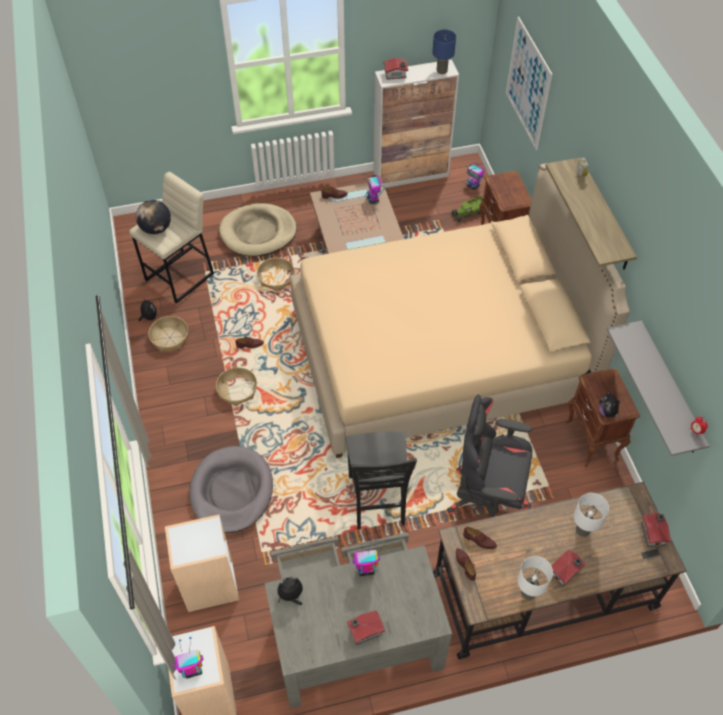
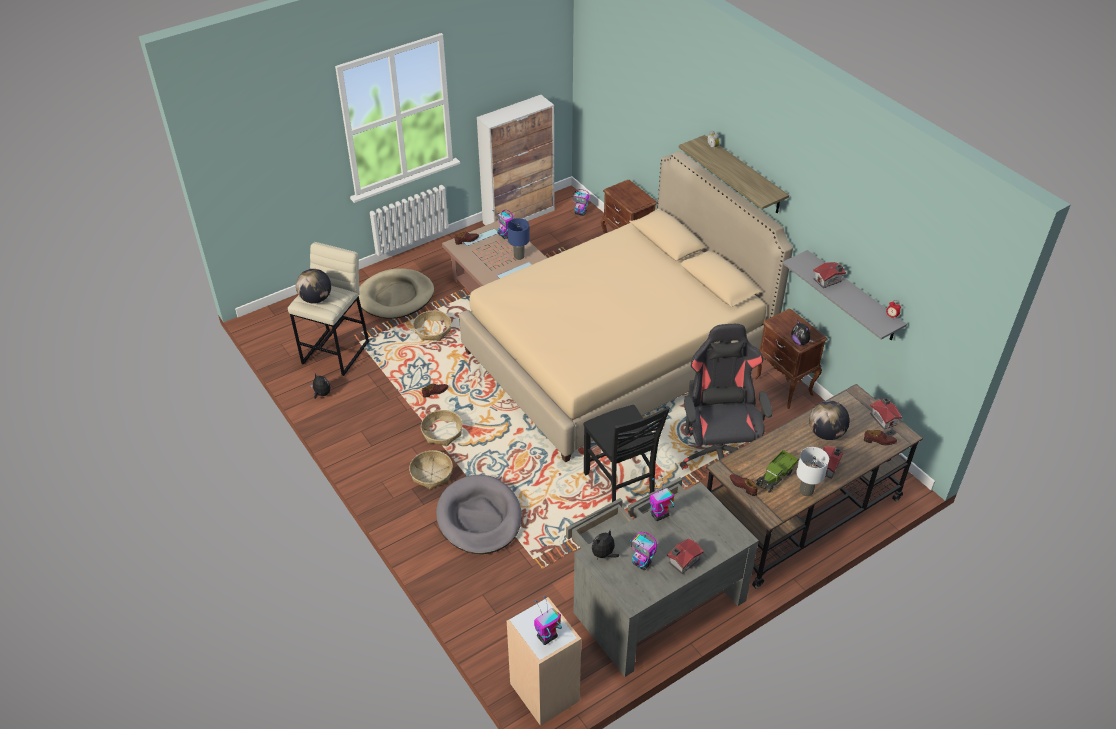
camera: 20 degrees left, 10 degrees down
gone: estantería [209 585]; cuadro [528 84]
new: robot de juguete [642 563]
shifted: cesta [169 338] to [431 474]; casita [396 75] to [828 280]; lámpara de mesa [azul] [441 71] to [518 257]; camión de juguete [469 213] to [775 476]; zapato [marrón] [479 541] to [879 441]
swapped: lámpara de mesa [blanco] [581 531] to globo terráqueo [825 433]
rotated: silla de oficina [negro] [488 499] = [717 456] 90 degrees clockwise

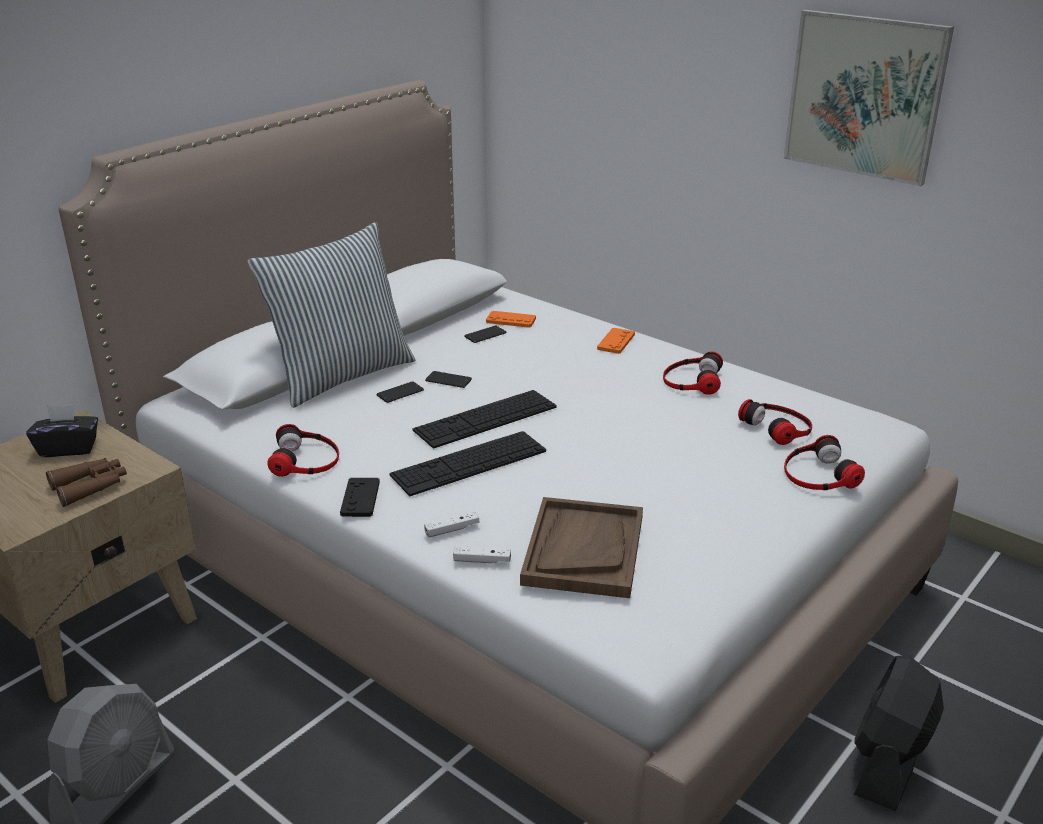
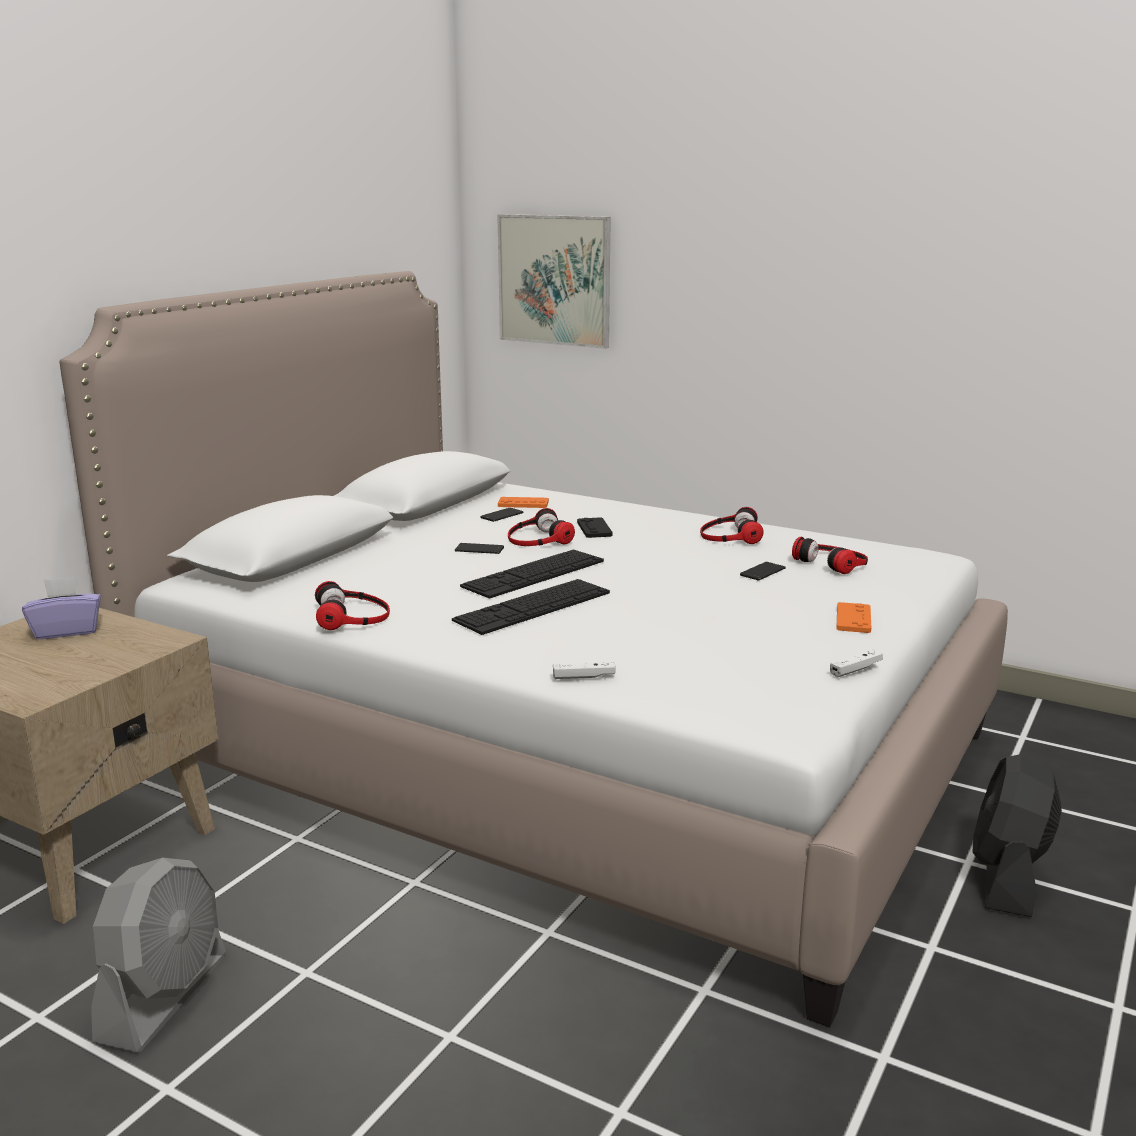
camera: 10 degrees left, 10 degrees down
gone: prismáticos [marrón] [91 486]; cojín [341 375]; bandeja [marrón] [583 549]
shifted: mando de consola [negro] [360 498] to [594 529]; móvil [400 393] to [762 572]; mando de consola [blanco] [452 529] to [855 669]; mando de consola [naranja] [616 342] to [853 619]; cuadro [864 96] to [554 280]; auriculares [818 474] to [537 538]
repainted: caja de pañuelos [negro] [68 448] to caja de pañuelos [morado] [67 630]

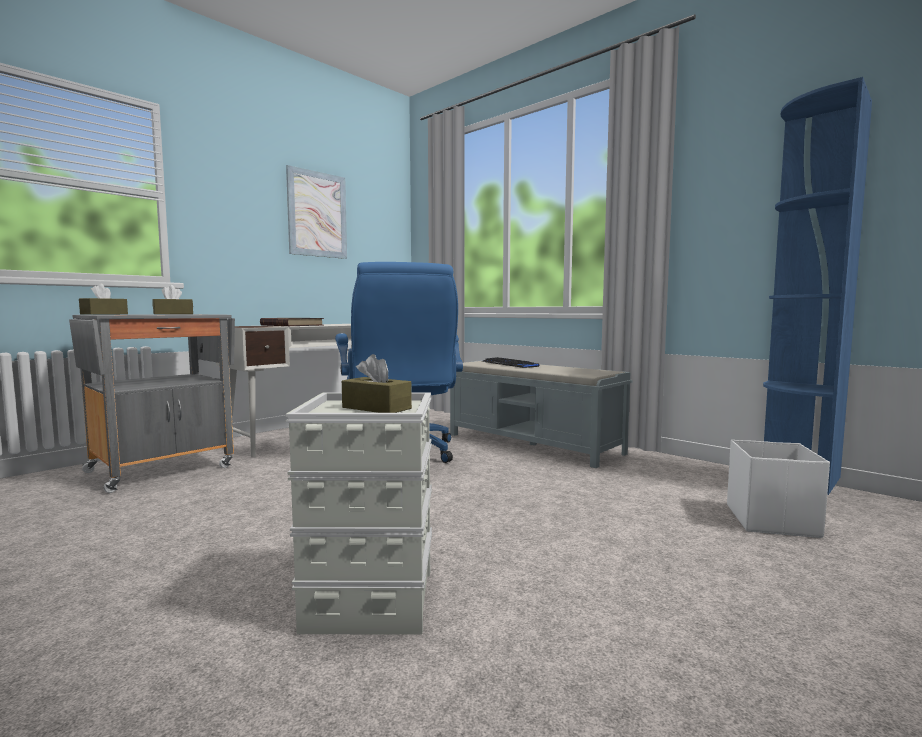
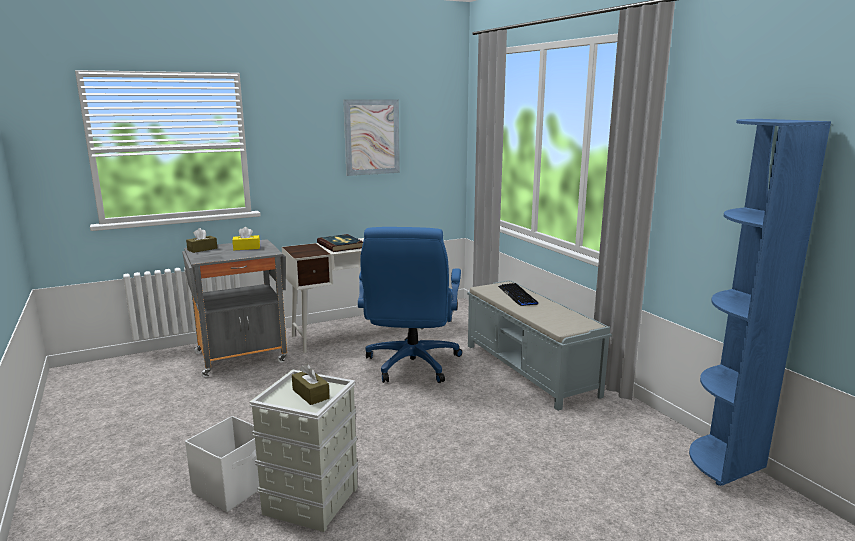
camera: 20 degrees right, 10 degrees up
shifted: caja de almacenaje [blanco] [771 520] to [233 487]
repainted: caja de pañuelos [marrón] [173 314] to caja de pañuelos [amarillo] [246 248]

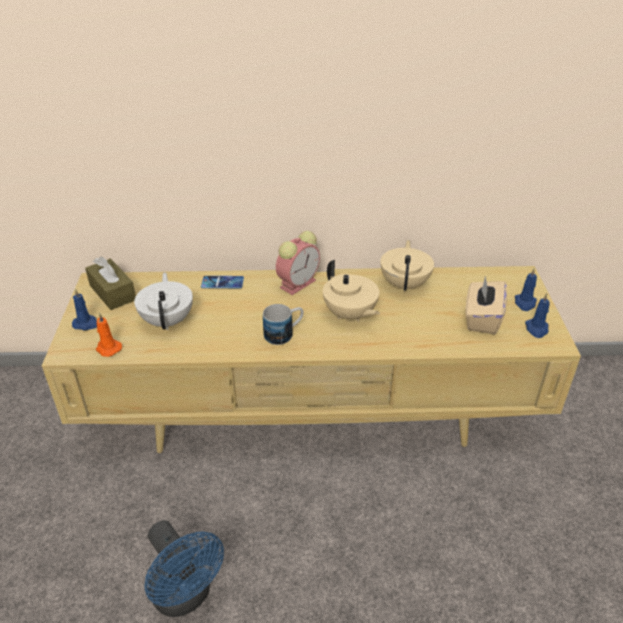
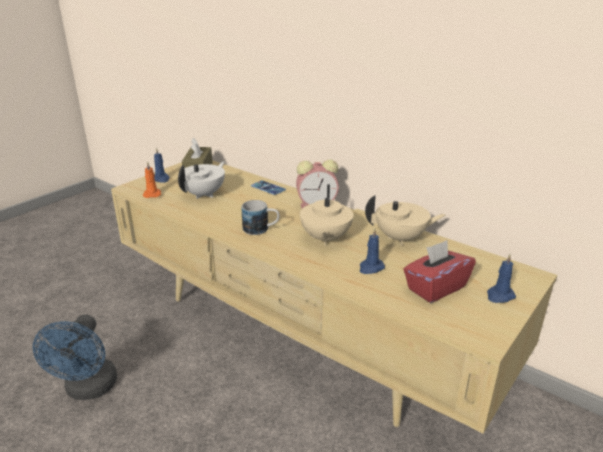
camera: 40 degrees right, 10 degrees down
shifted: vela [azul] [536 329] to [370 268]
repainted: caja de pañuelos [beis] [482 319] to caja de pañuelos [rojo] [435 288]
rotated: tetera [beis] [405 284] = [401 238] 45 degrees clockwise

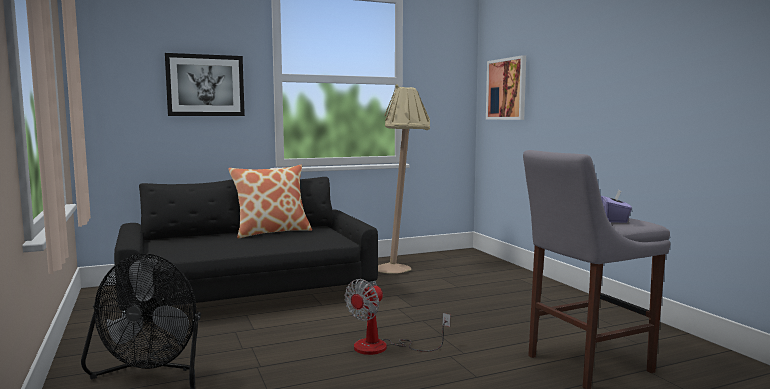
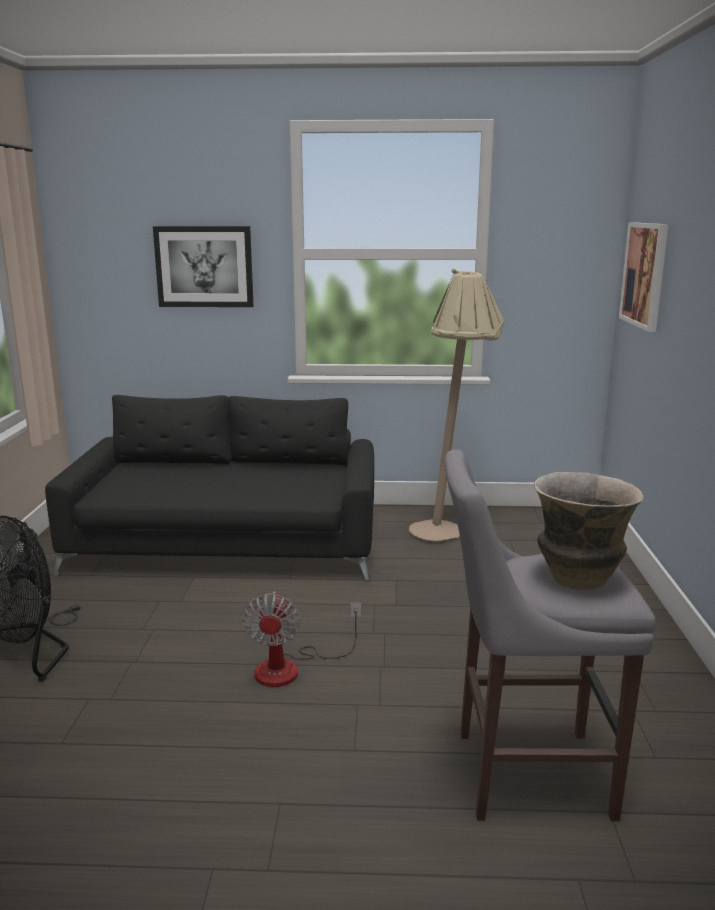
camera: 25 degrees right, 10 degrees up
gone: cojín [272 232]
swapped: caja de pañuelos [morado] [614 220] to florero [578 579]
rotated: ventilador [383 347] = [291 668] 60 degrees counterclockwise

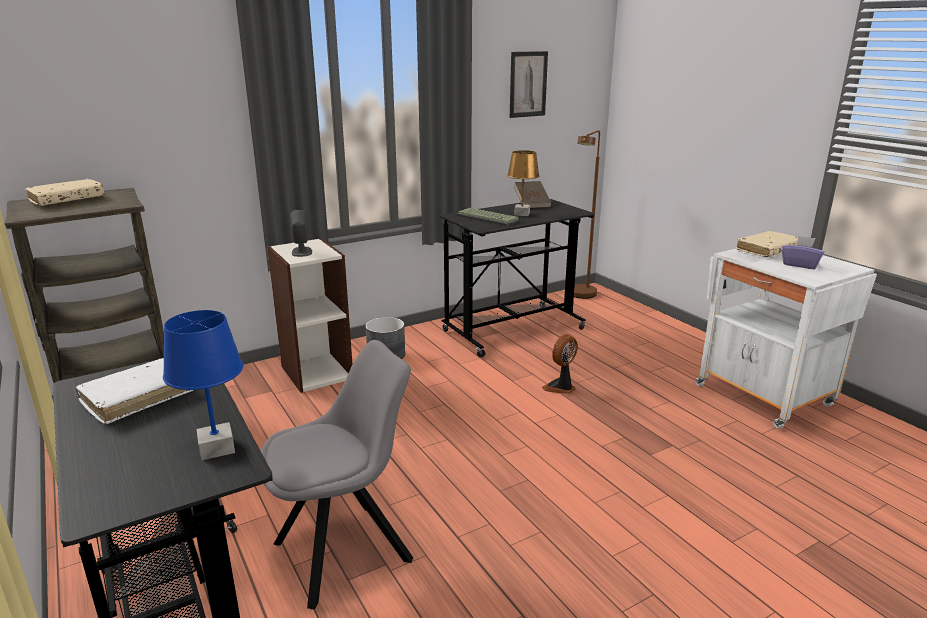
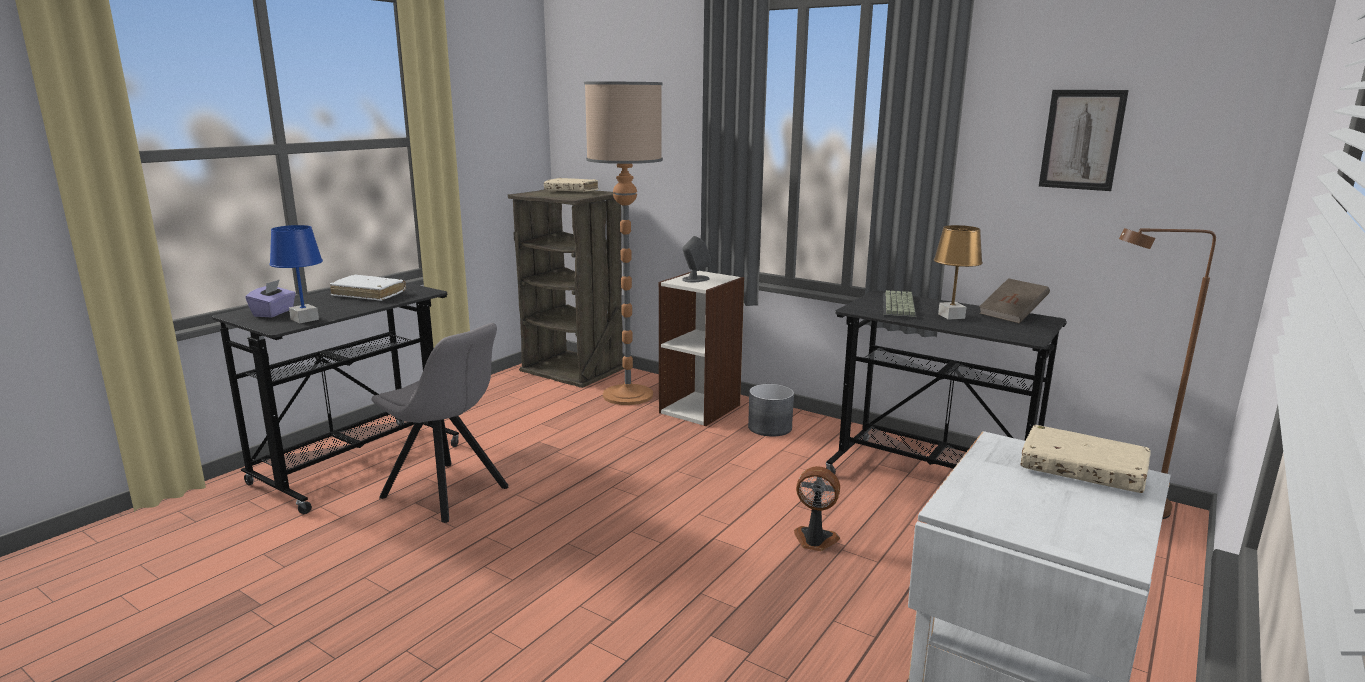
camera: 65 degrees right, 5 degrees down
new: lámpara de pie [628 395]
shifted: caja de pañuelos [morado] [800 265] to [274 313]

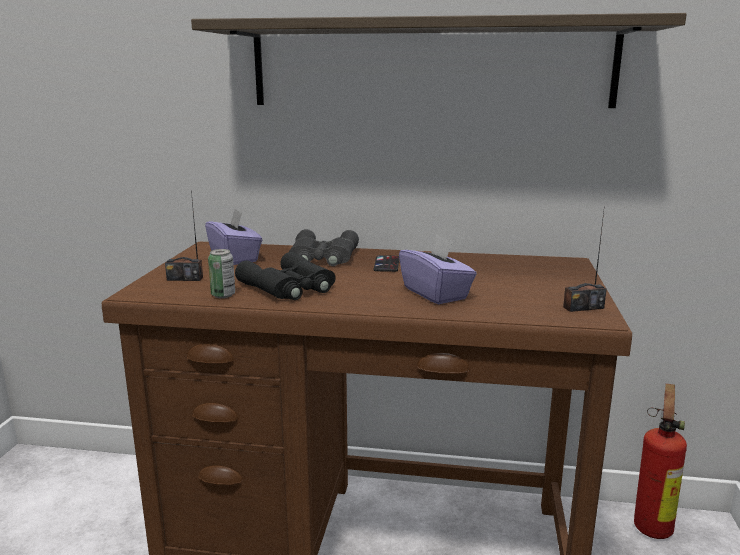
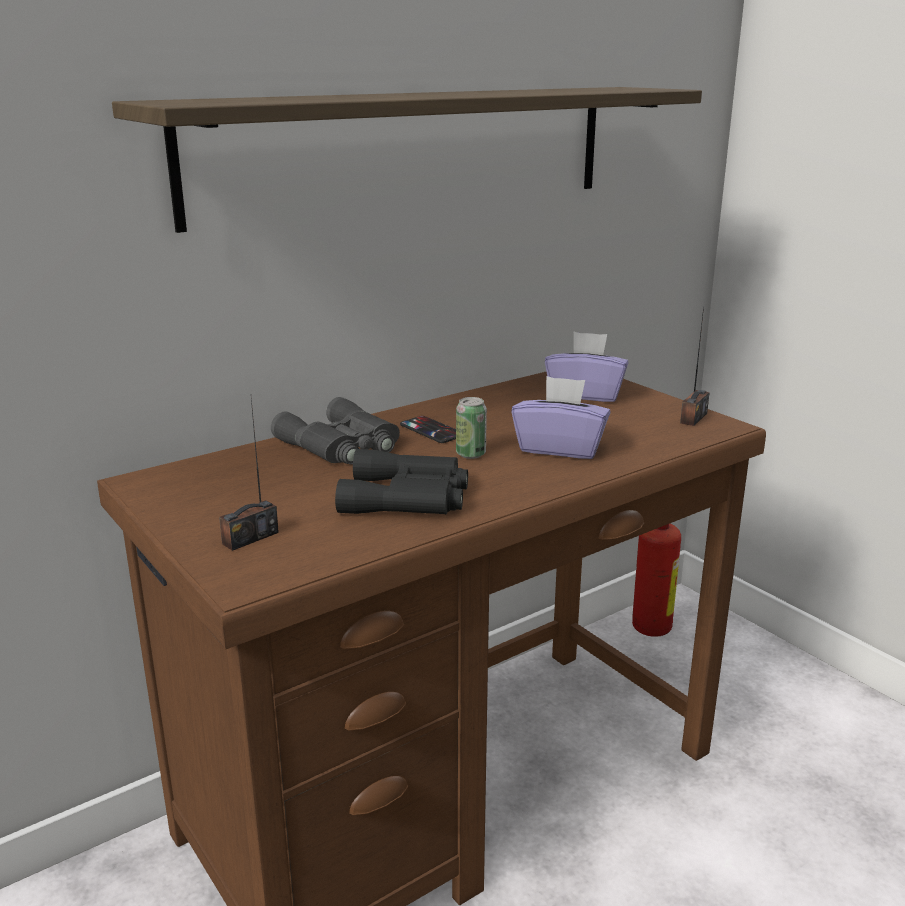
camera: 45 degrees left, 5 degrees up
shifted: caja de pañuelos [morado] [235 258] to [585 394]; lata [223 295] to [471 454]

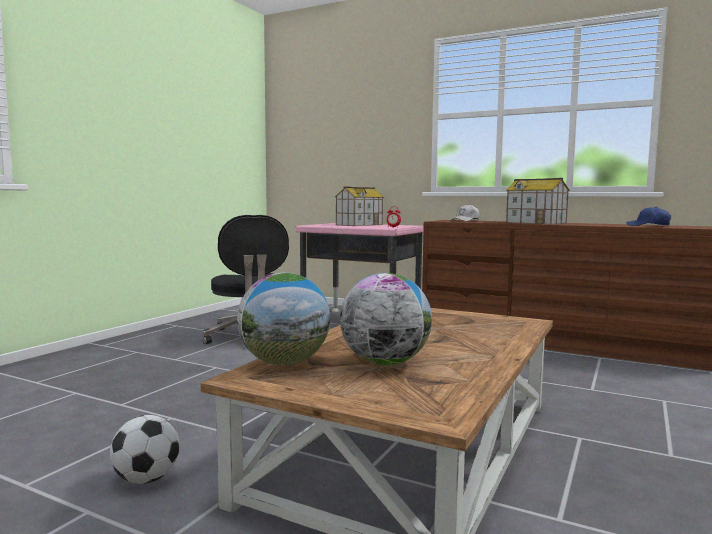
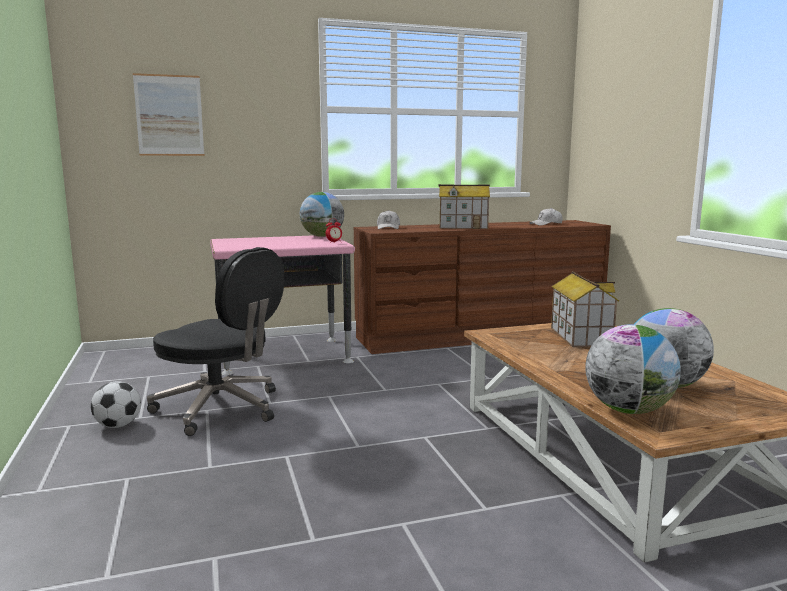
camera: 45 degrees left, 5 degrees up
new: cuadro [169 115]; globo terráqueo [322 236]
shifted: balón de fútbol [146 479] to [118 426]; casita [359 225] to [580 336]
repainted: gorra [azul] [648 226] to gorra [blanco] [546 224]

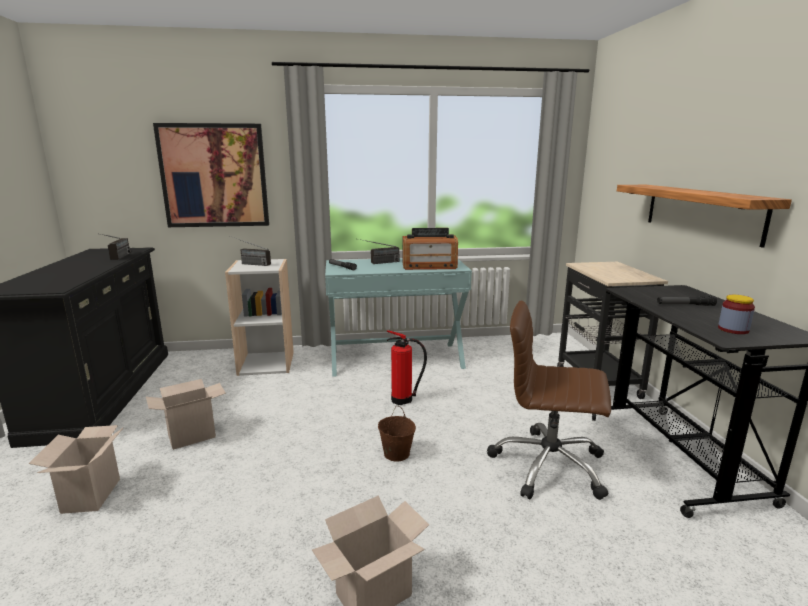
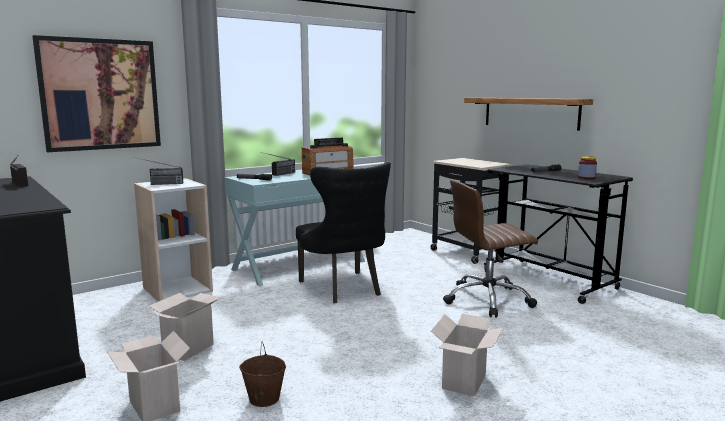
camera: 30 degrees left, 5 degrees down
shifted: cubo [marrón] [396 453] to [263 399]
swapped: extintor [404 400] to silla [negro] [344 288]

